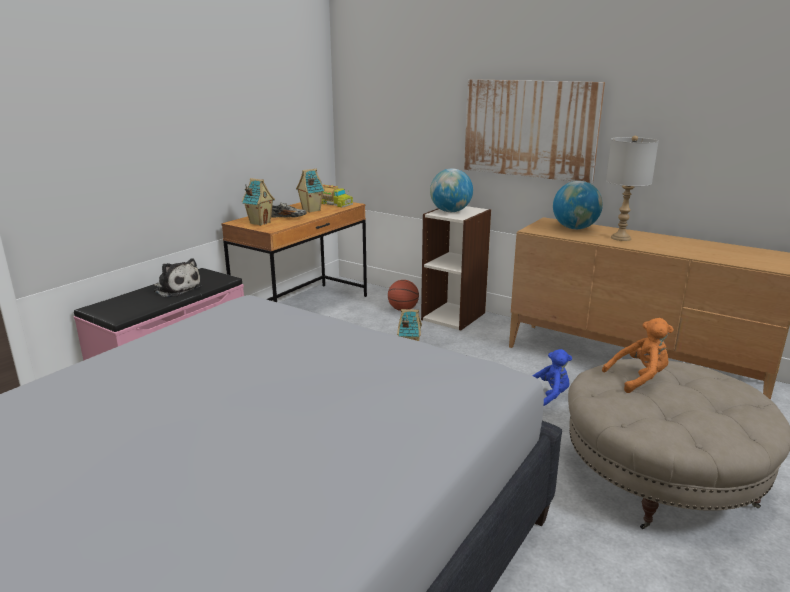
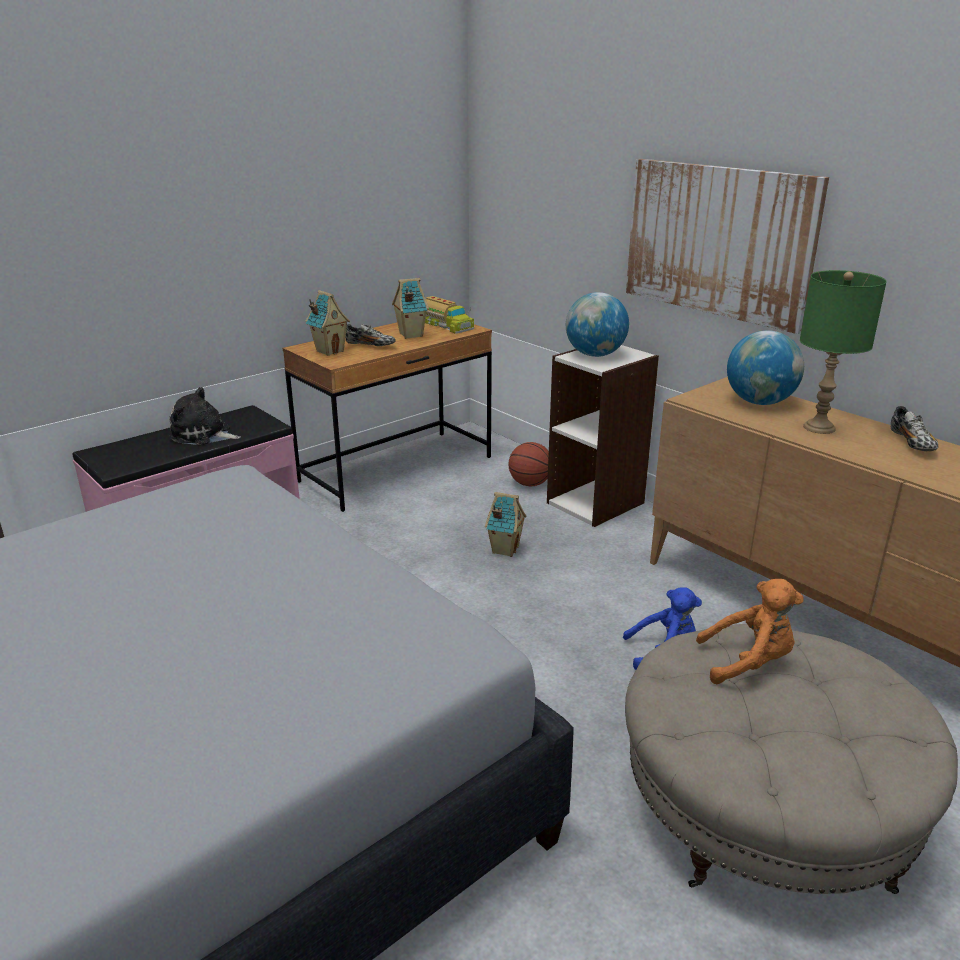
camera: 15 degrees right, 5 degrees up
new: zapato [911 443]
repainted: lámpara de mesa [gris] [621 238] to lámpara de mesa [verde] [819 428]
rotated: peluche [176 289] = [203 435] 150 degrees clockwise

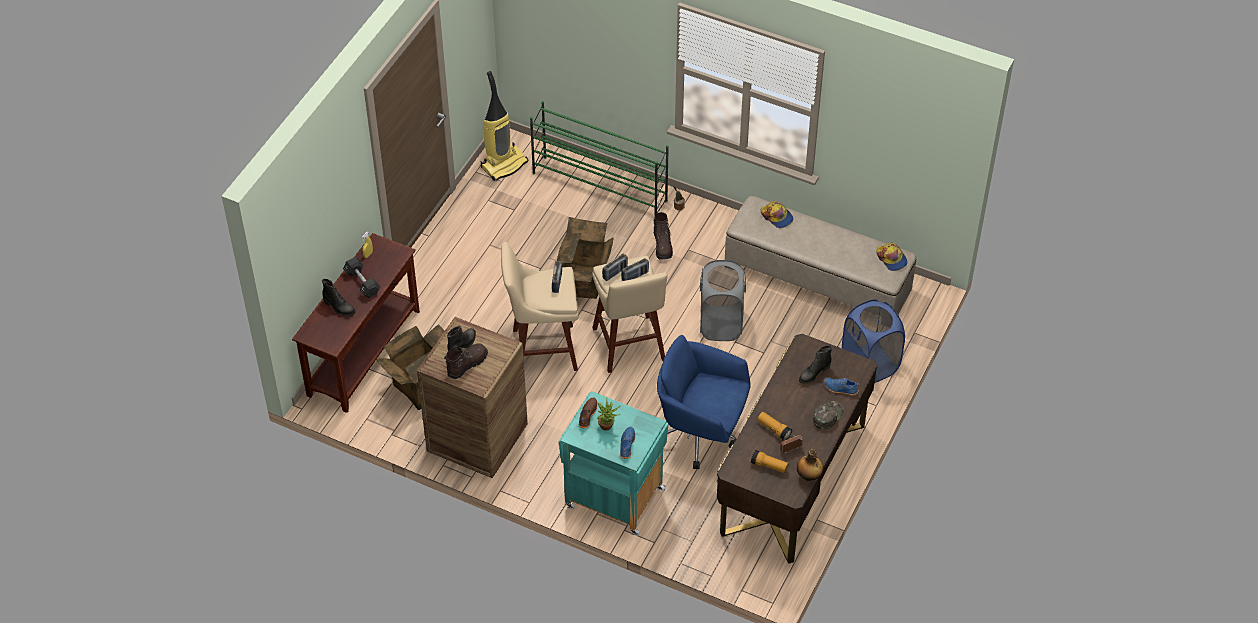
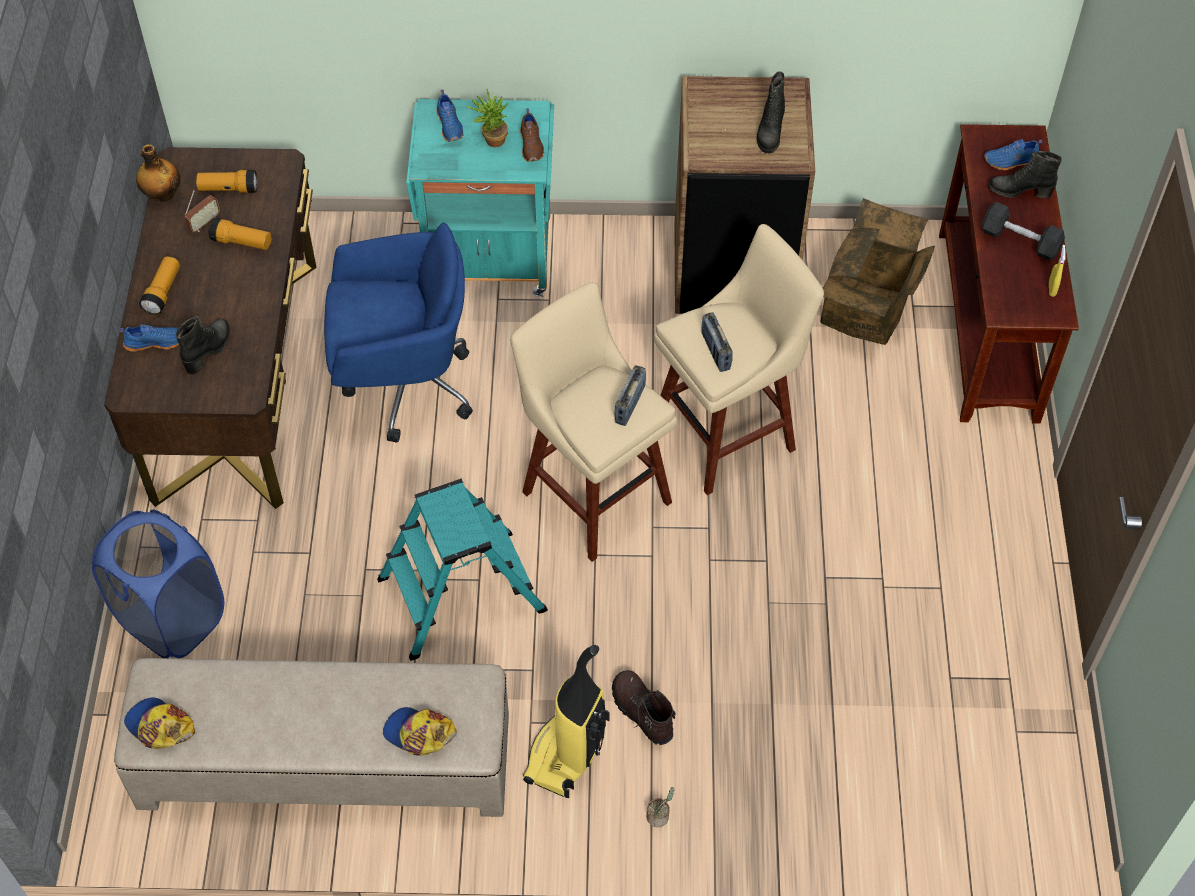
camera: 155 degrees right, 5 degrees up
gone: bota [marrón] [466 364]; zapatero [verde] [600 187]; caja de cartón [583 282]; radio [635 276]
new: zapato [azul] [1011 161]
shifted: aspiradora [504 164] to [566 755]
swapped: cesto de la ropa [gris] [720 323] to escalera de tijera [turquesa] [462 594]; gorra [verde] [827 415] to linterna [163 292]

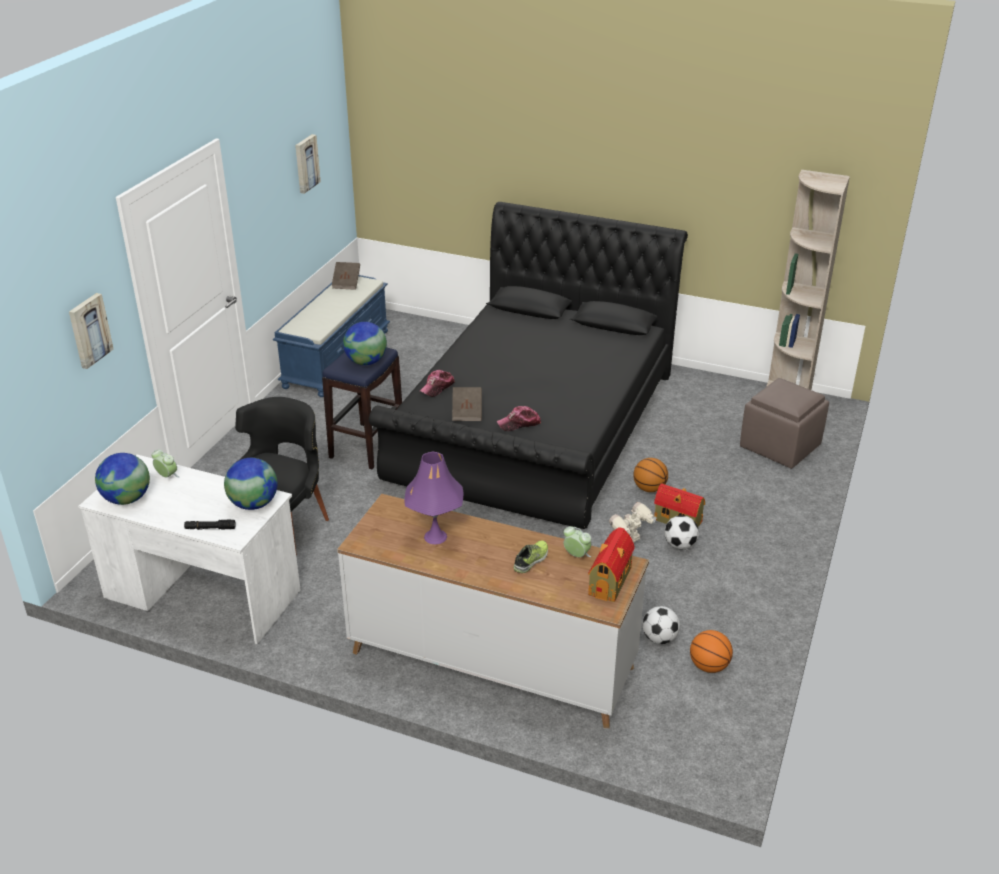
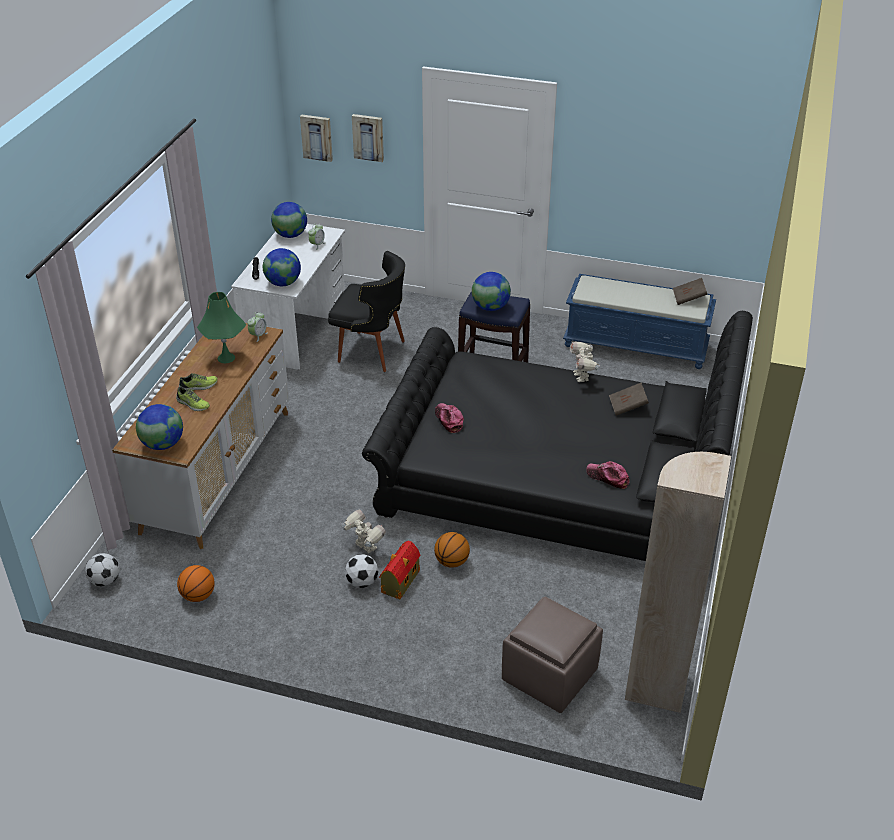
camera: 85 degrees right, 5 degrees up
new: zapato [198 387]; robot de juguete [582 376]
shifted: cuadro [306 163] to [317 137]; gorra [437 387] to [608 477]; libro [marrón] [467 412] to [627 406]; despertador [576 555] to [258 335]; balón de fútbol [659 638] to [105 581]
swapped: casita [610 580] to globo terráqueo [163 444]
repainted: lámpara de mesa [morado] [435 536] to lámpara de mesa [verde] [226 358]

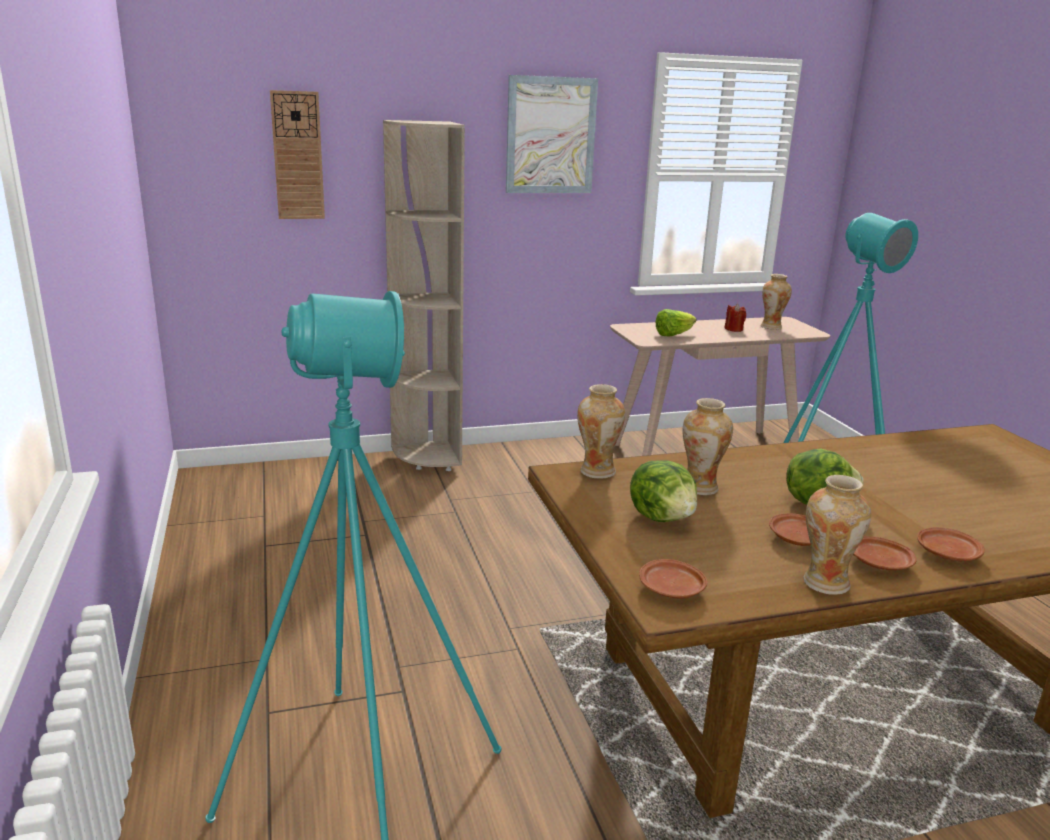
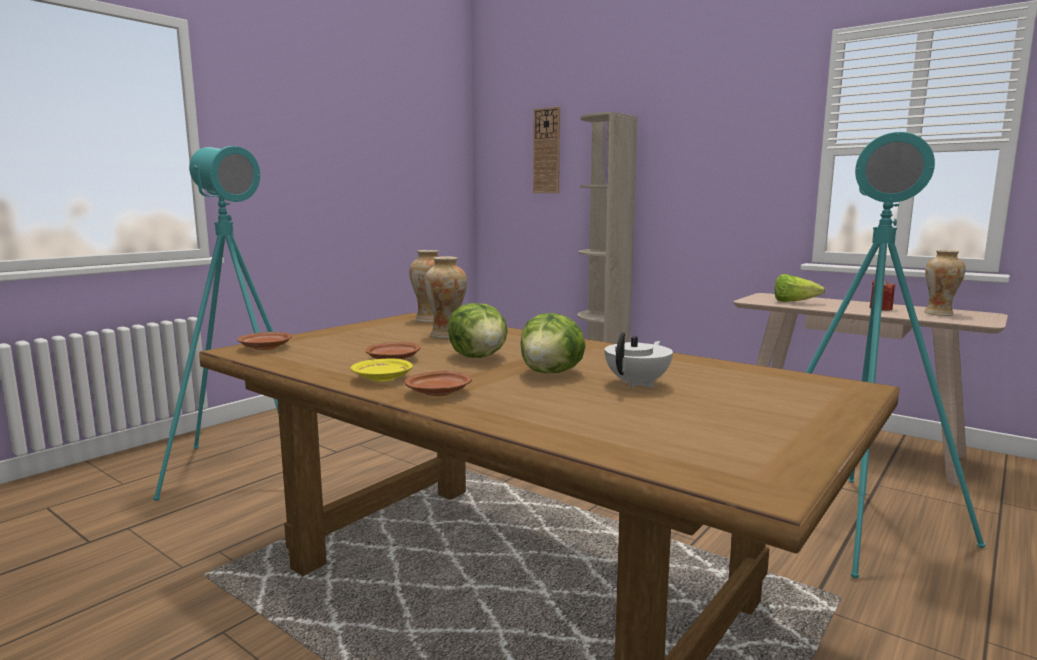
camera: 55 degrees right, 10 degrees down
gone: cuadro [550 136]; florero [825 583]
new: tetera [blanco] [638 384]
shifted: lechuga [662 517] to [552 373]
repainted: plato [marrón] [880 563] to plato [amarillo] [382 379]

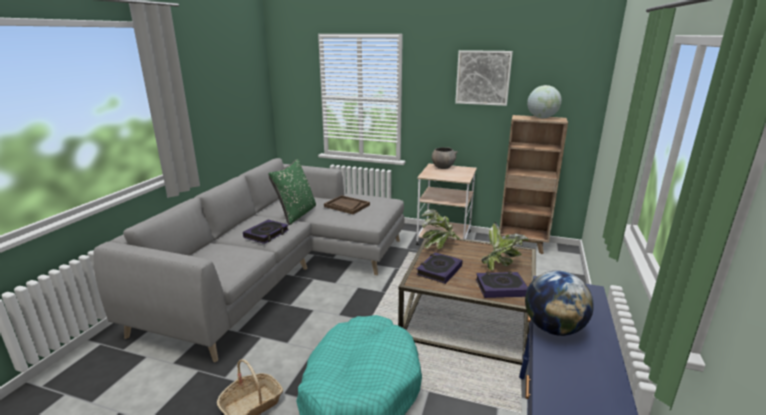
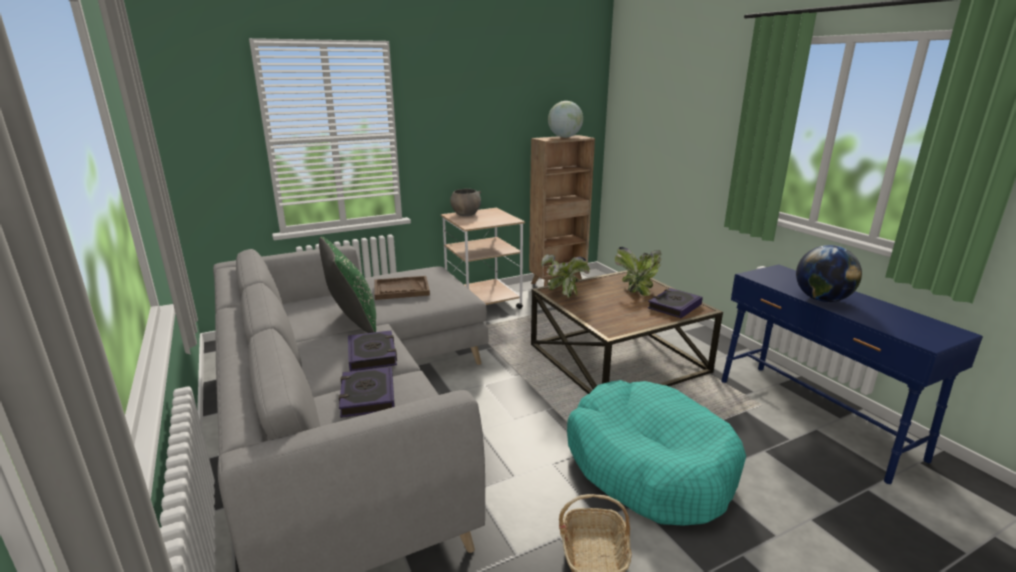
camera: 45 degrees left, 0 degrees up
gone: cuadro [483 77]
shifted: libro [439 270] to [367 396]

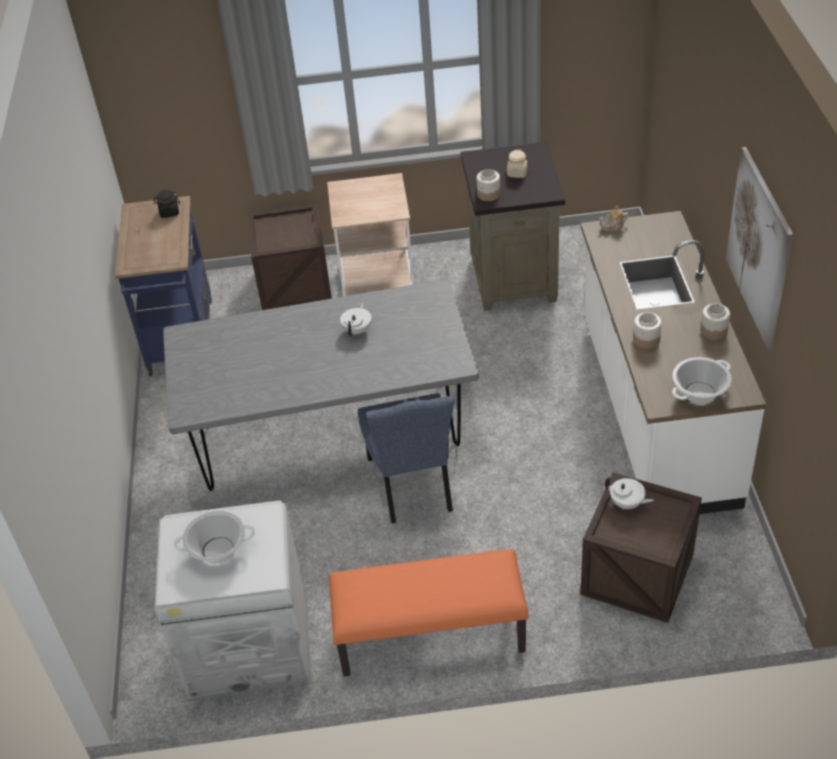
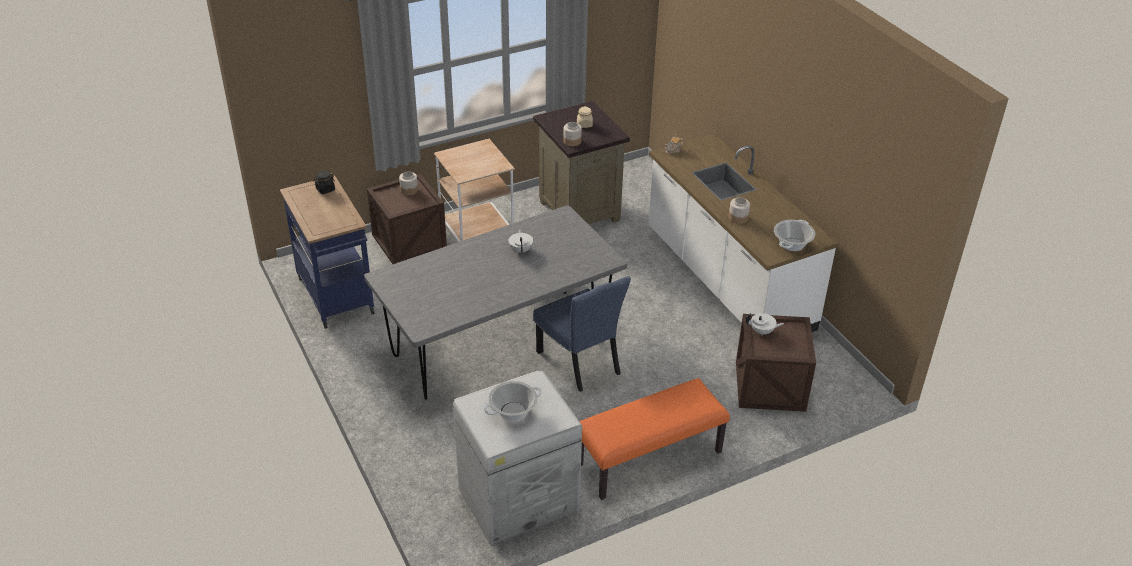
camera: 25 degrees left, 5 degrees down
gone: cuadro [759 247]
shifted: tarro [713 330] to [409 190]

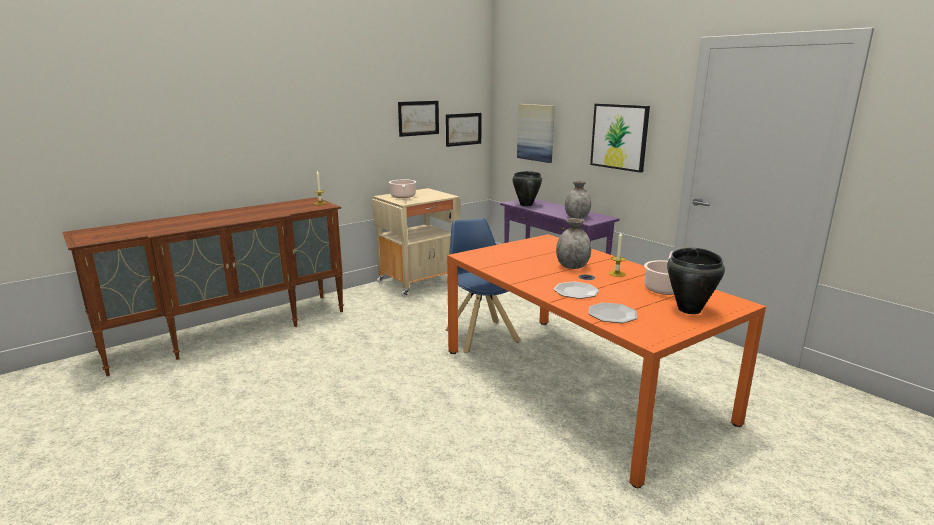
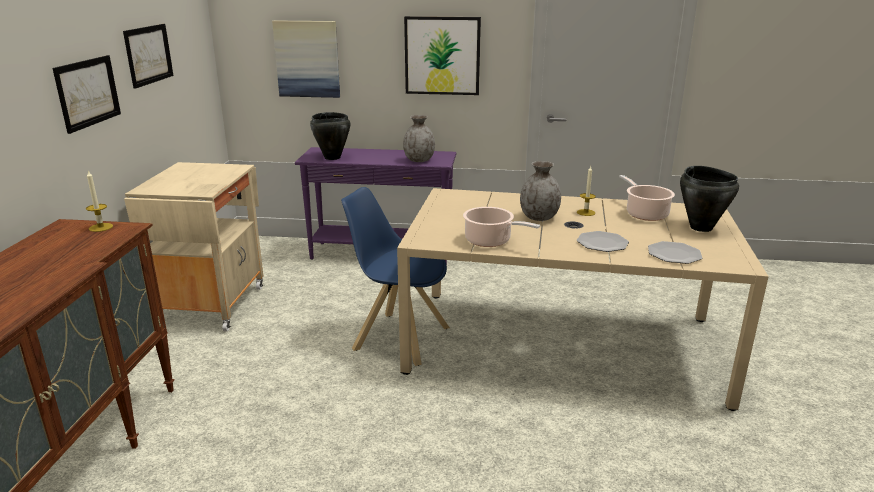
camera: 45 degrees left, 5 degrees up
shifted: olla [403 196] to [490 241]; cuadro [463 129] to [88 92]
repainted: mesa de comedor [naranja] [579 384] to mesa de comedor [beis] [563 344]

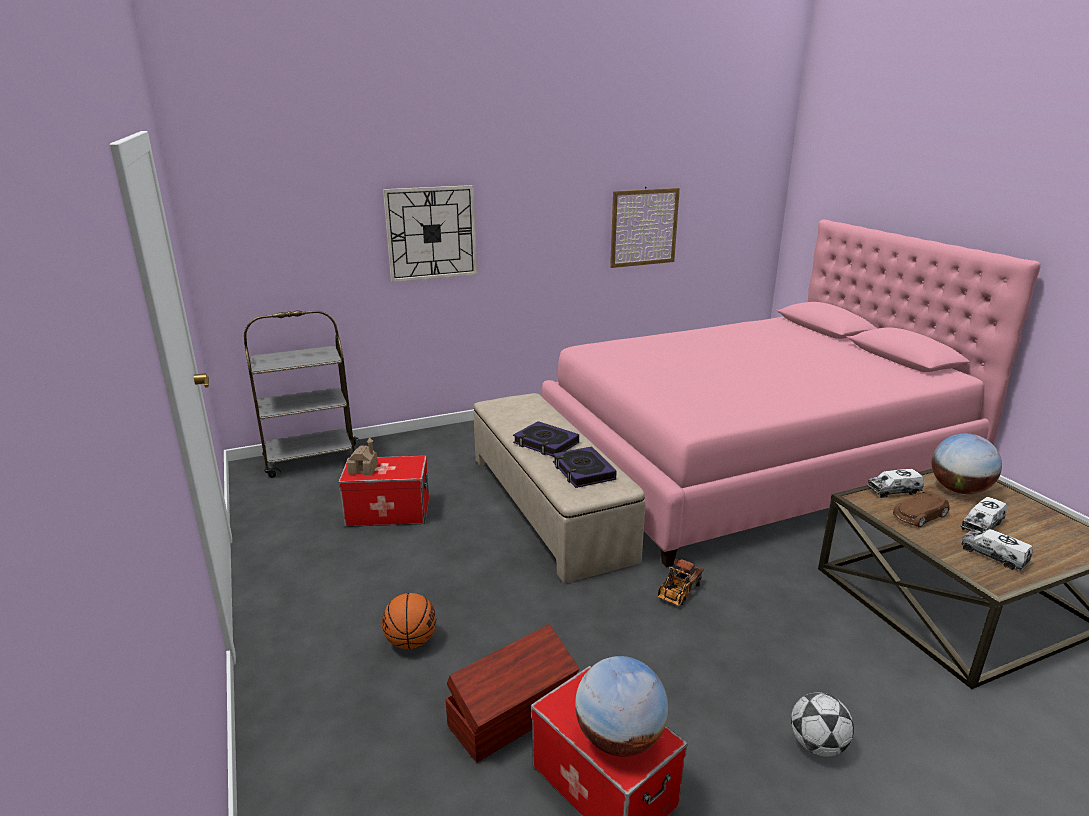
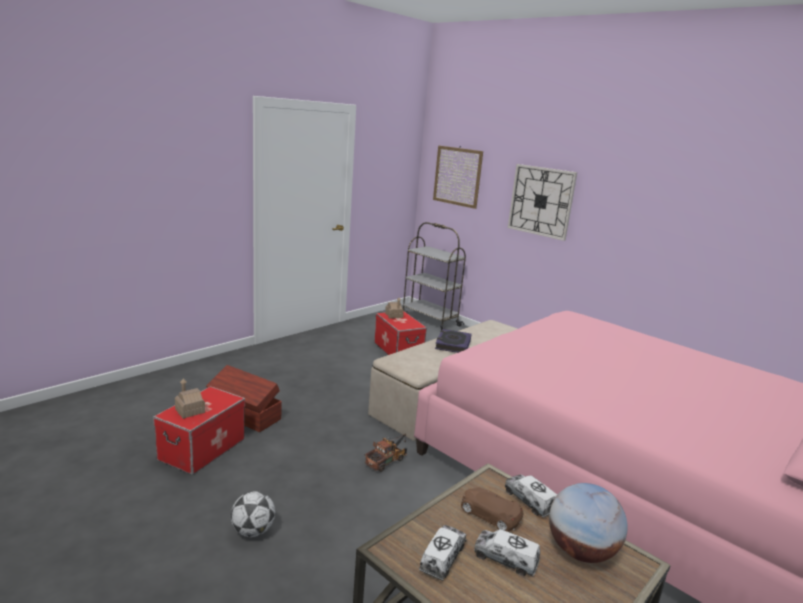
camera: 65 degrees right, 5 degrees down
gone: balón de baloncesto [411 641]; libro [583 471]
shifted: cuadro [644 226] to [457 175]
swapped: globo terráqueo [619 739] to casita [190 411]
rotated: camión de juguete [677 593] = [387 460] 120 degrees clockwise

